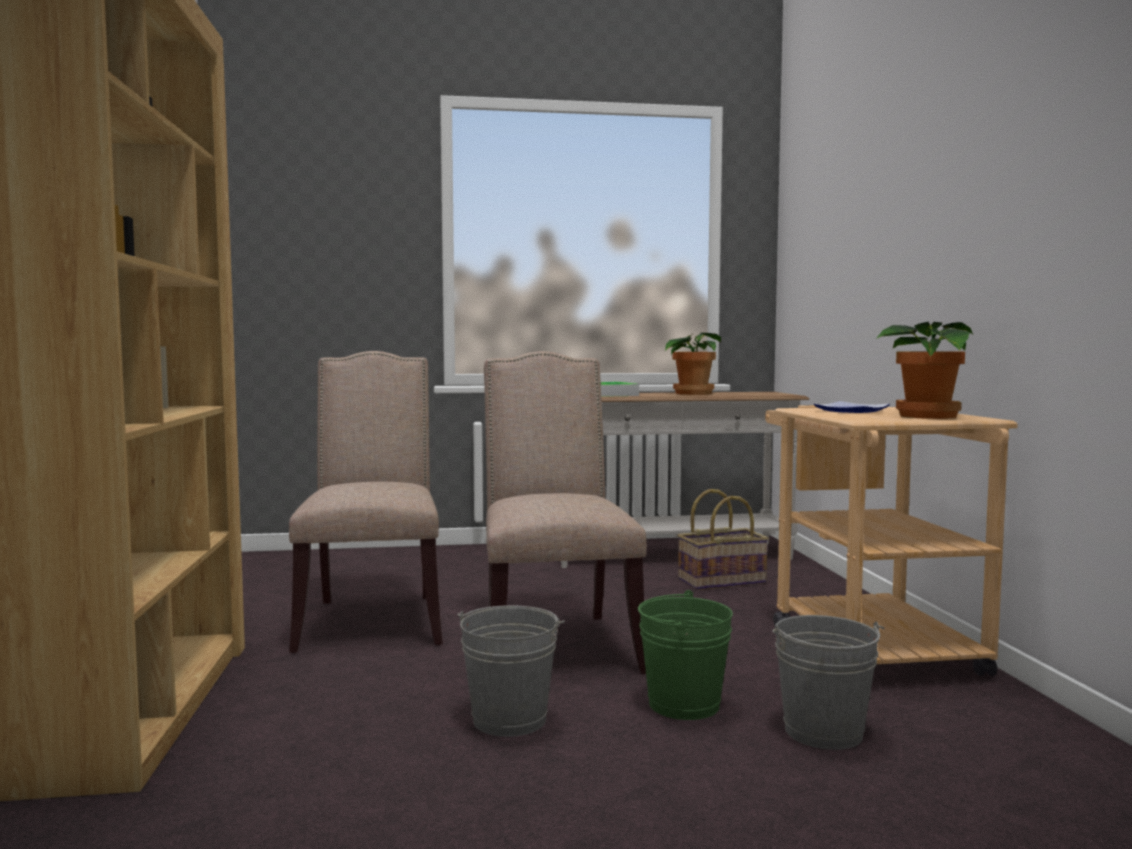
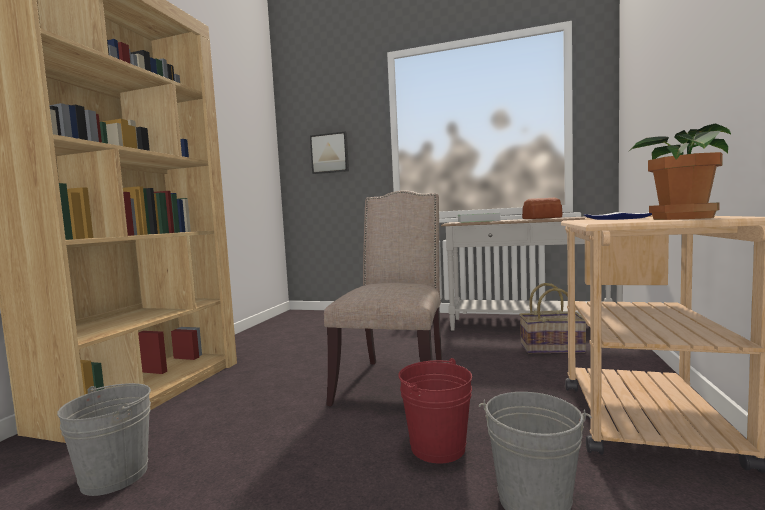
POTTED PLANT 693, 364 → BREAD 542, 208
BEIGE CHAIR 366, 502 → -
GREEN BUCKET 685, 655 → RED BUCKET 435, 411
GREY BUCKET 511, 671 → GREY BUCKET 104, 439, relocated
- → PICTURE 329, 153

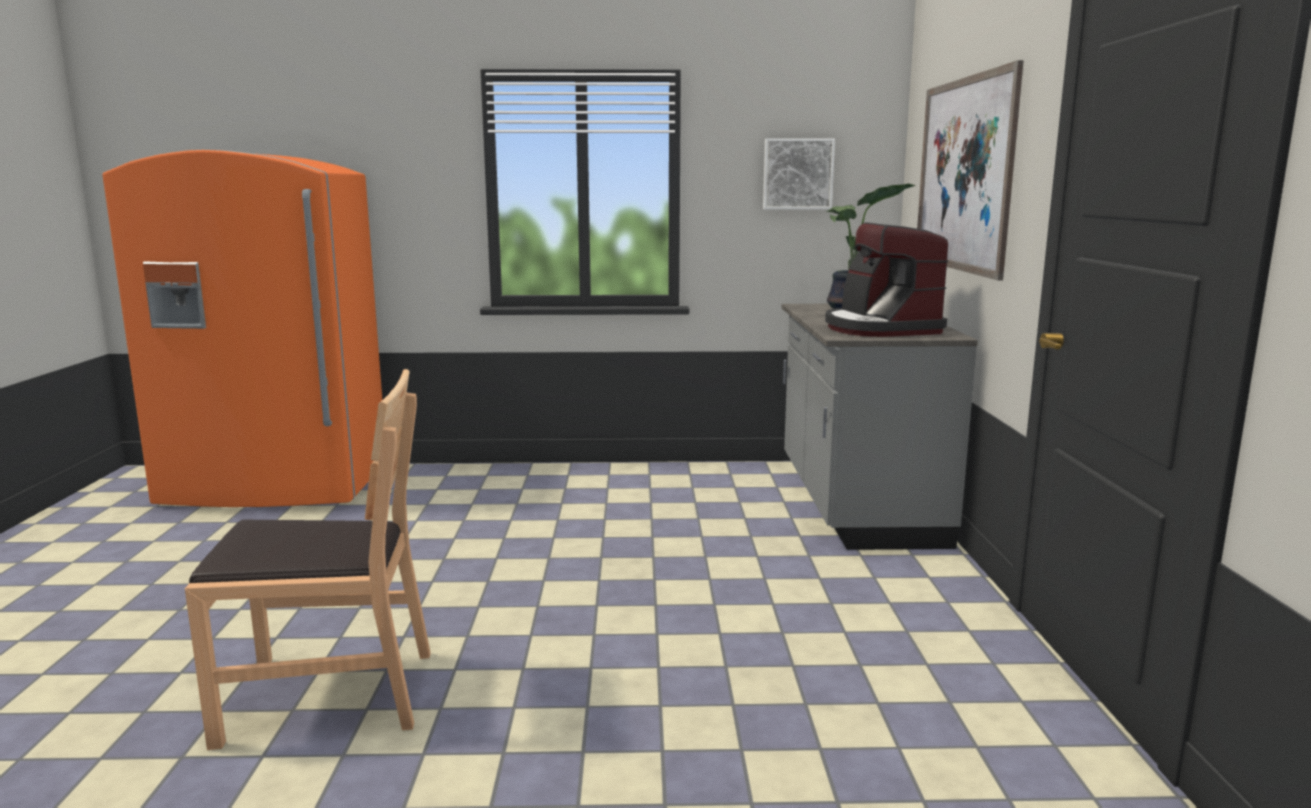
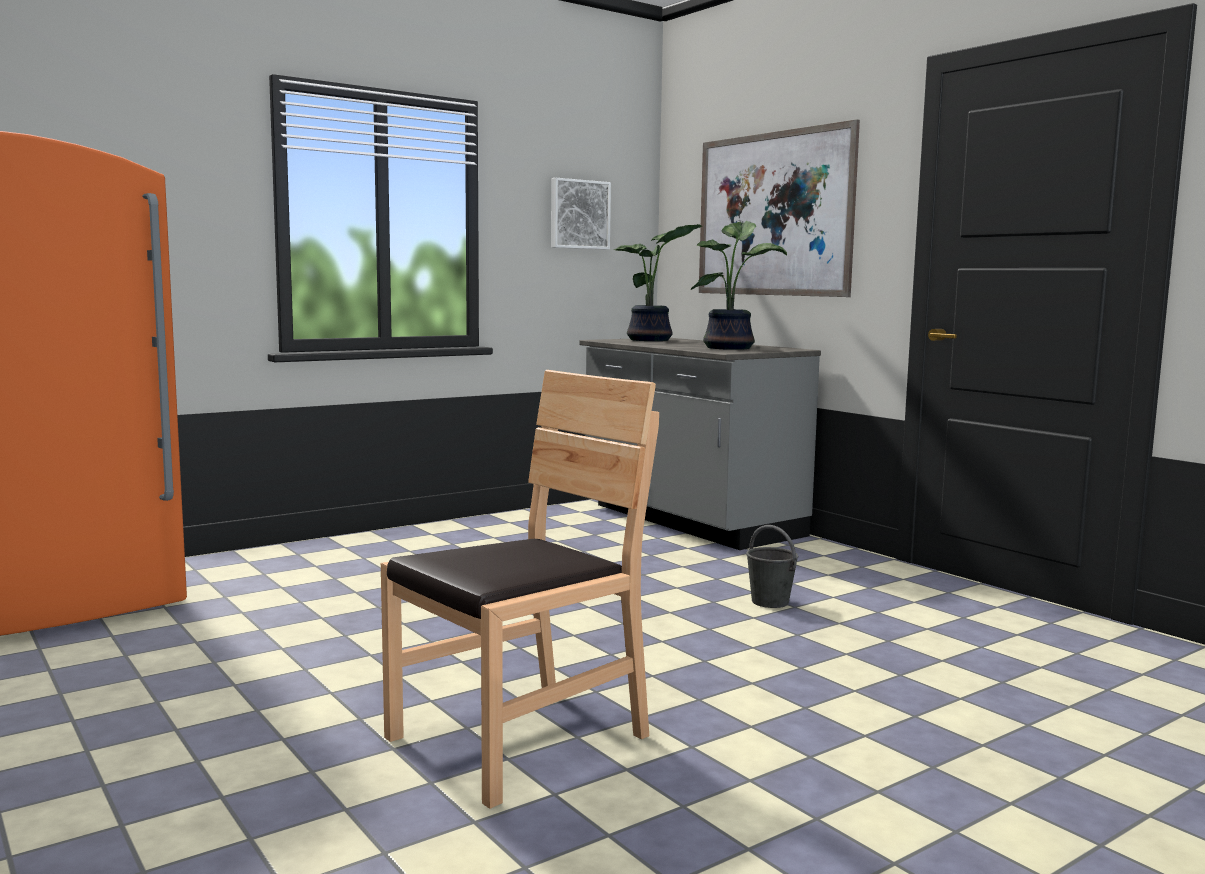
COFFEE MACHINE 886, 279 → POTTED PLANT 739, 285
- → GREY BUCKET 772, 566

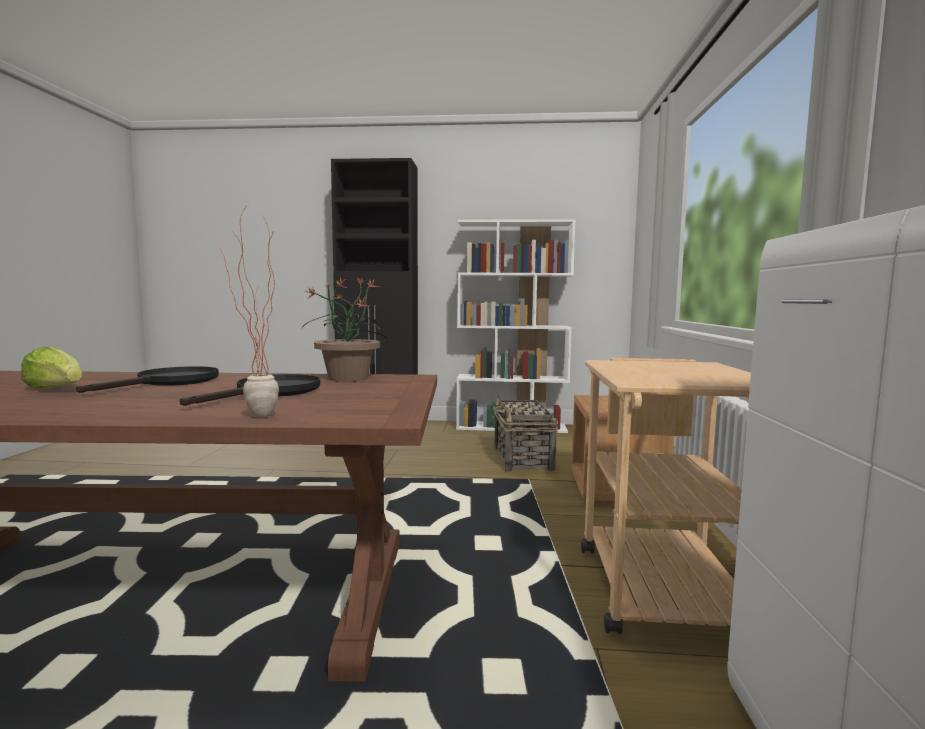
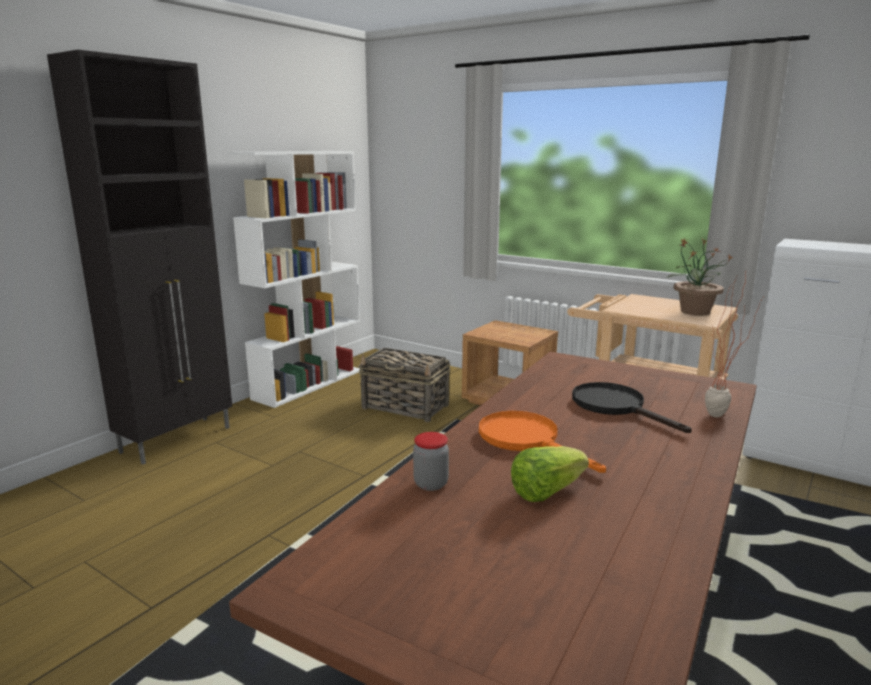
POTTED PLANT 344, 329 → POTTED PLANT 700, 276, relocated
BLACK FRYING PAN 147, 379 → ORANGE FRYING PAN 542, 442
- → JAR 431, 461

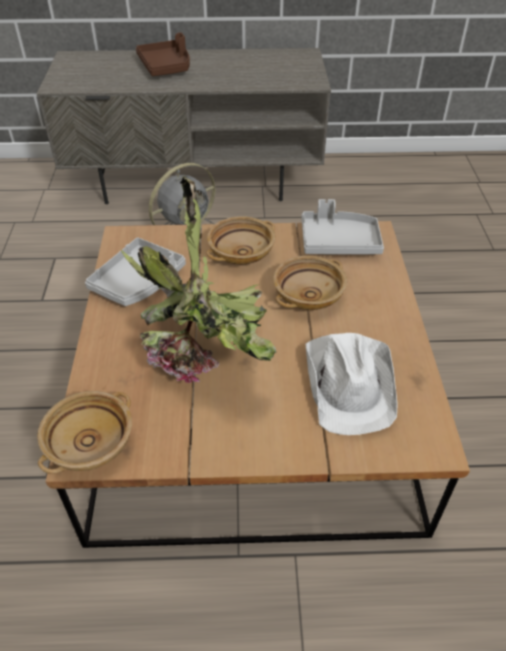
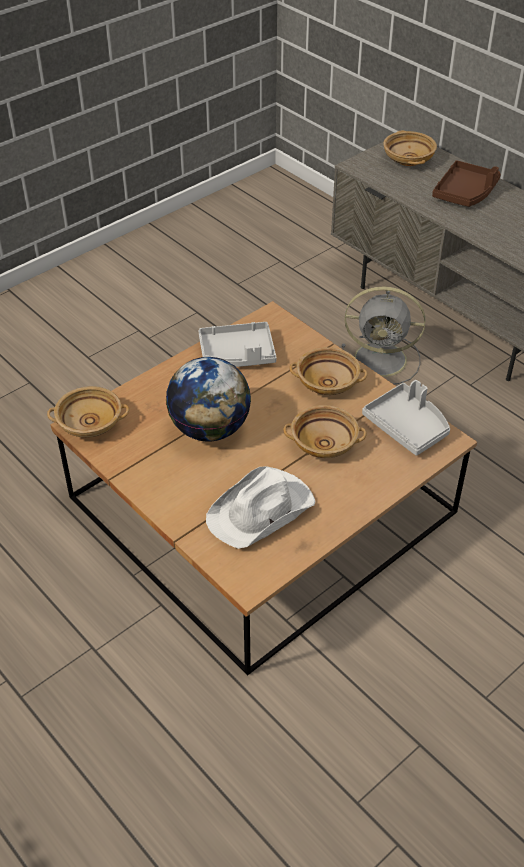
POTTED PLANT 198, 280 → GLOBE 208, 399
- → BEIGE BOWL 410, 148

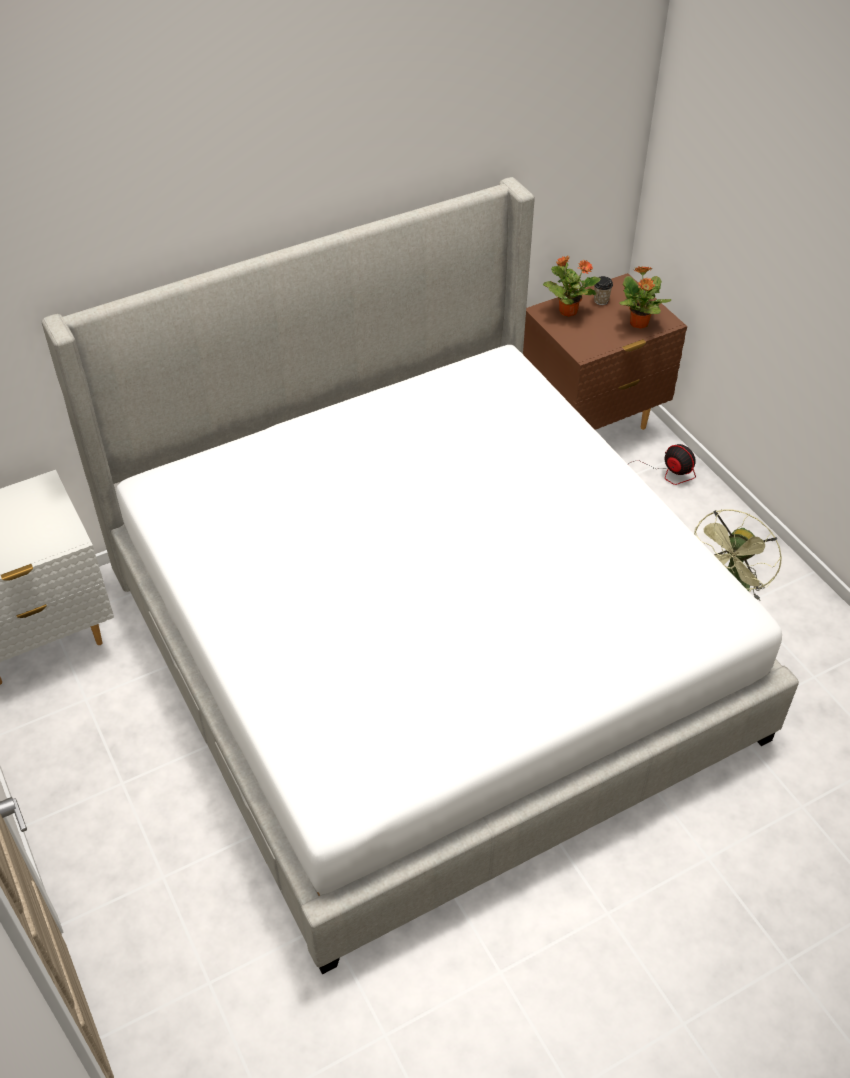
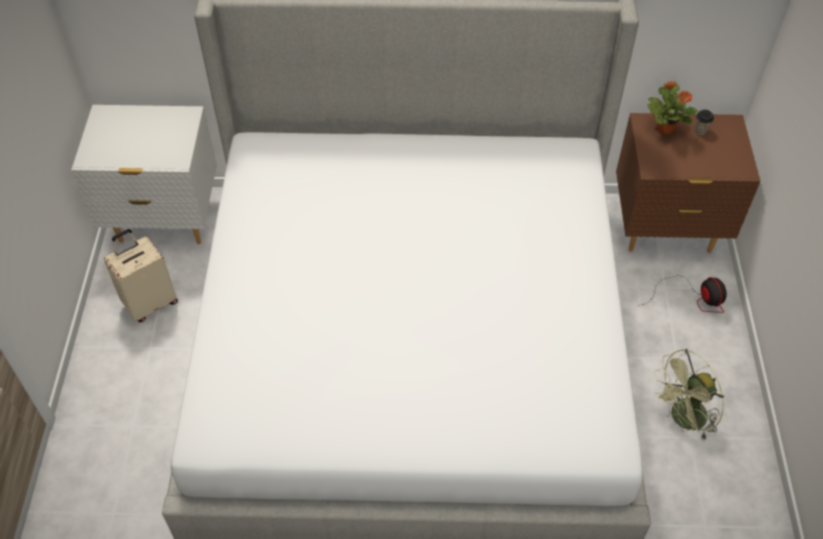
POTTED PLANT 645, 297 → -
- → BEIGE SUITCASE 141, 275

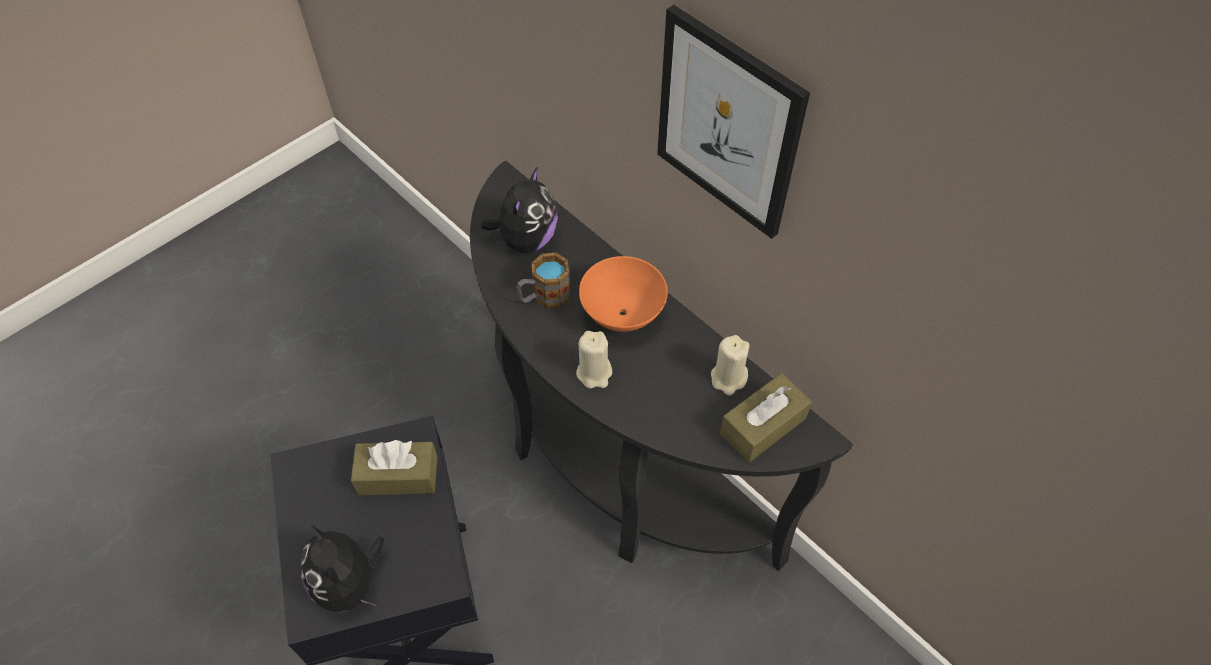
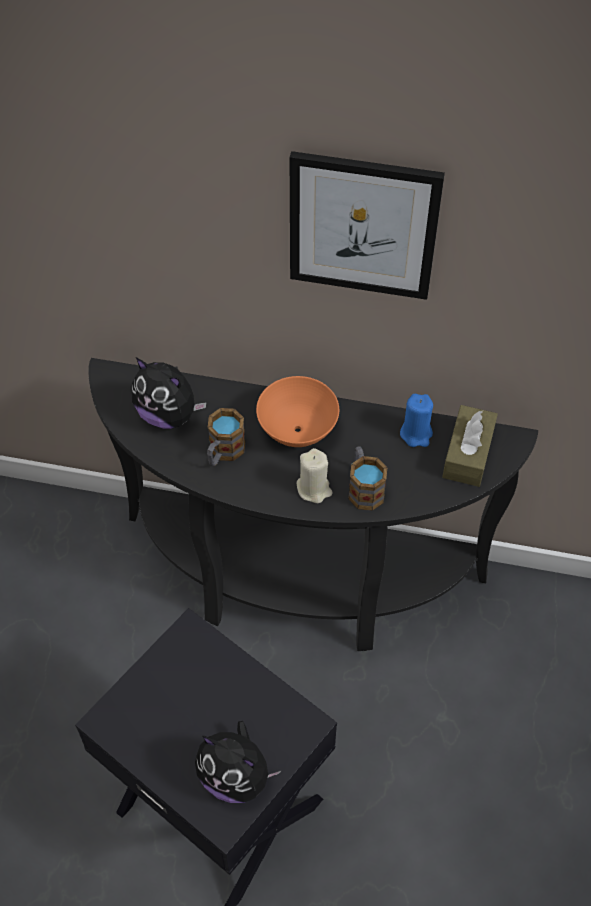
PLUSH TOY 519, 209 → PLUSH TOY 169, 393, 135 degrees clockwise
BEIGE CANDLE 730, 365 → BLUE CANDLE 416, 420
BROWN TISSUE BOX 394, 467 → -
- → MUG 367, 478

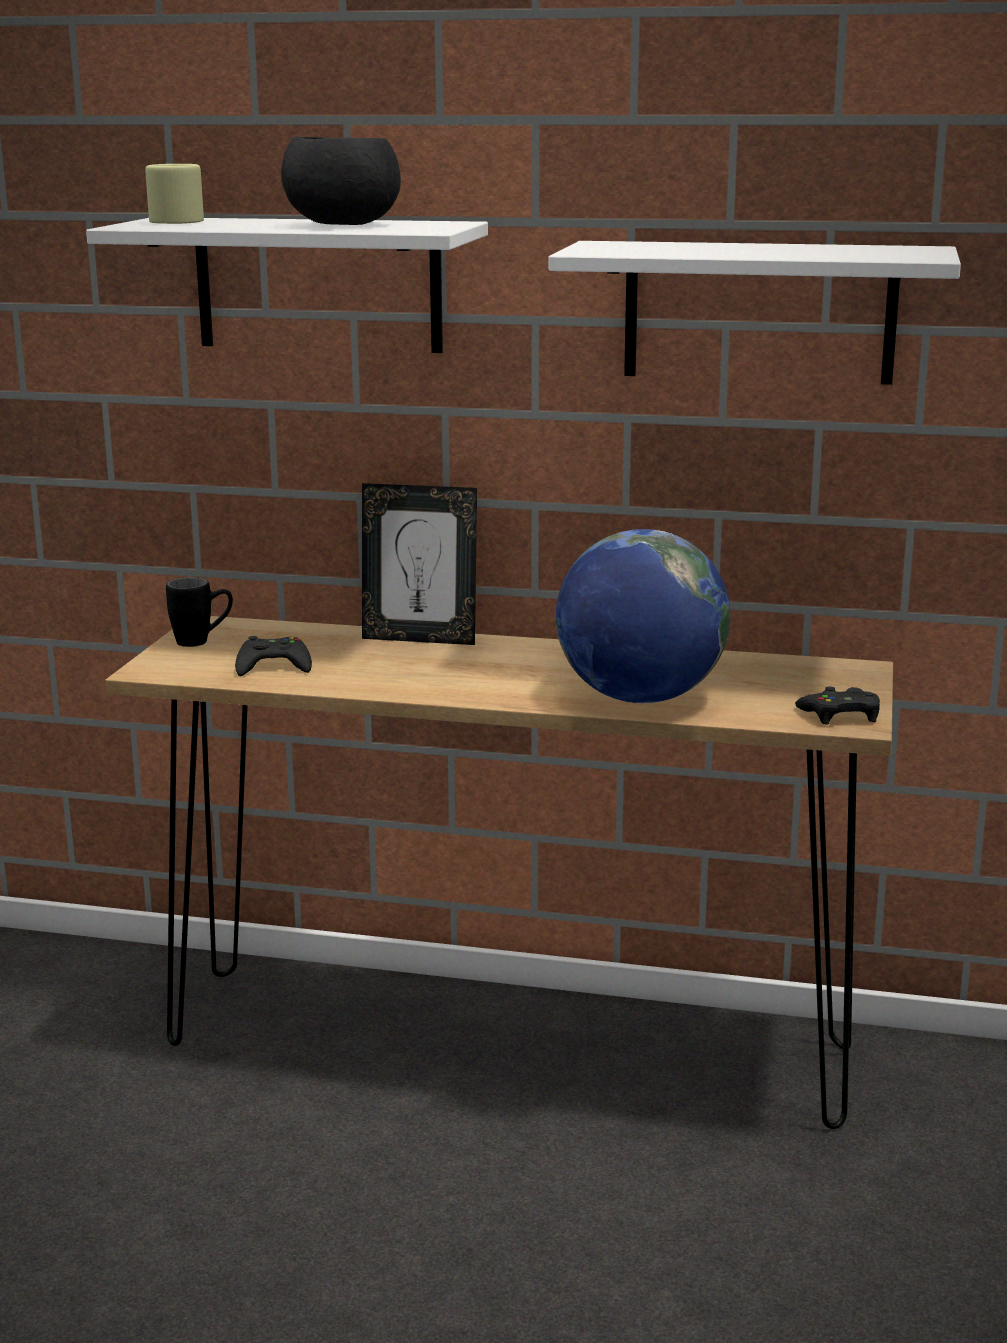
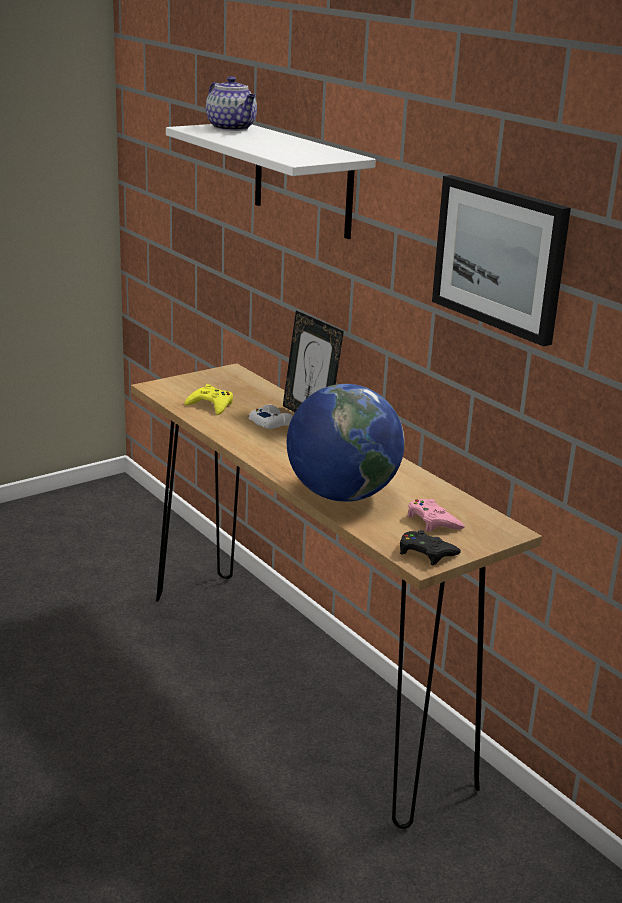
BLACK BOWL 341, 181 → -
BEIGE MUG 174, 194 → TEAPOT 231, 103
WHITE SHELF 755, 313 → PICTURE 501, 260
BLACK MUG 199, 612 → -
BLACK GAME CONTROLLER 273, 656 → YELLOW GAME CONTROLLER 209, 399
- → WHITE GAME CONTROLLER 271, 417
- → PINK GAME CONTROLLER 436, 515

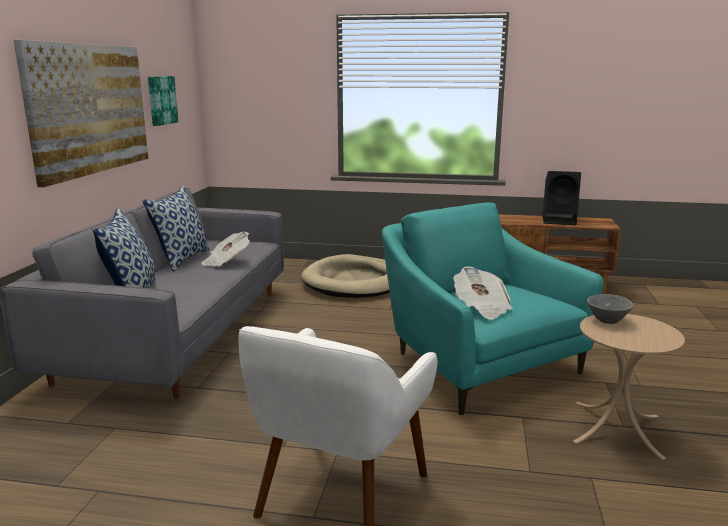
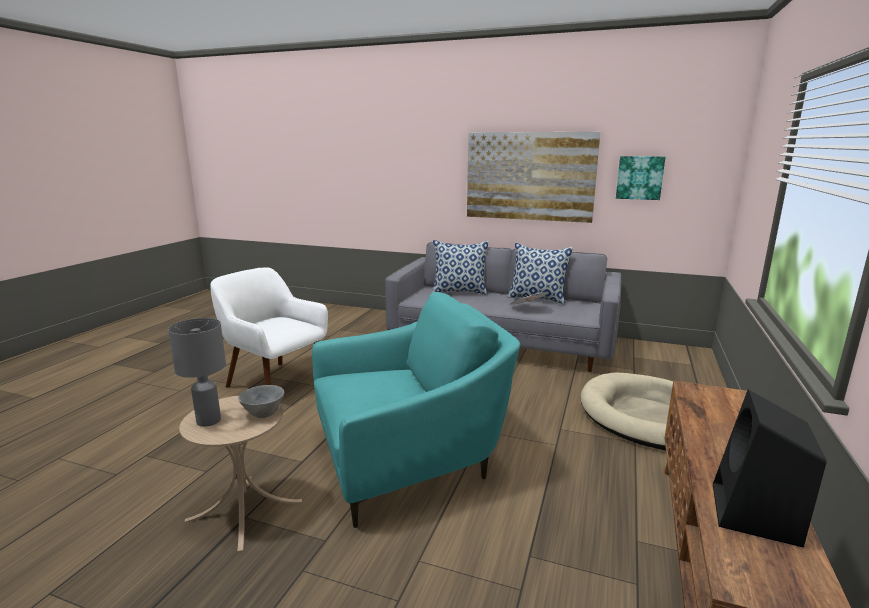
NEWSPAPER 483, 293 → -
- → GREY TABLE LAMP 197, 372

